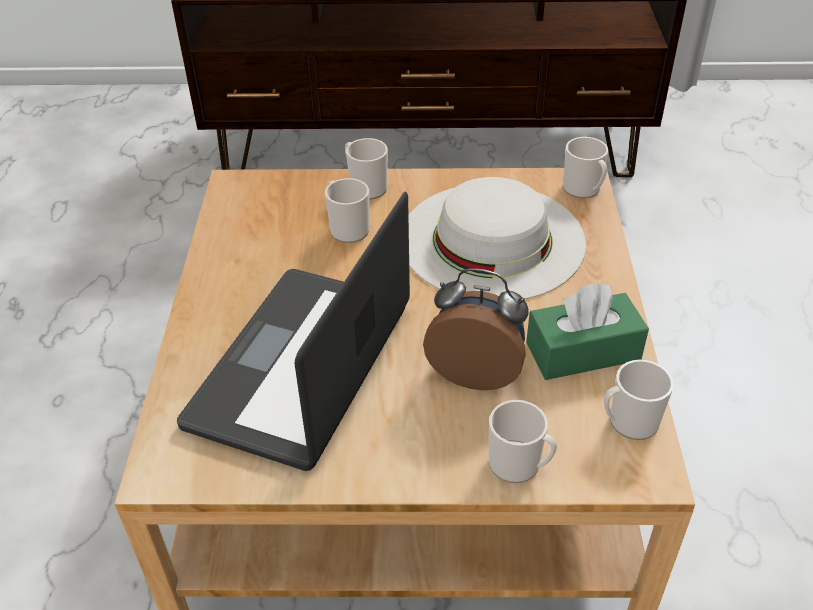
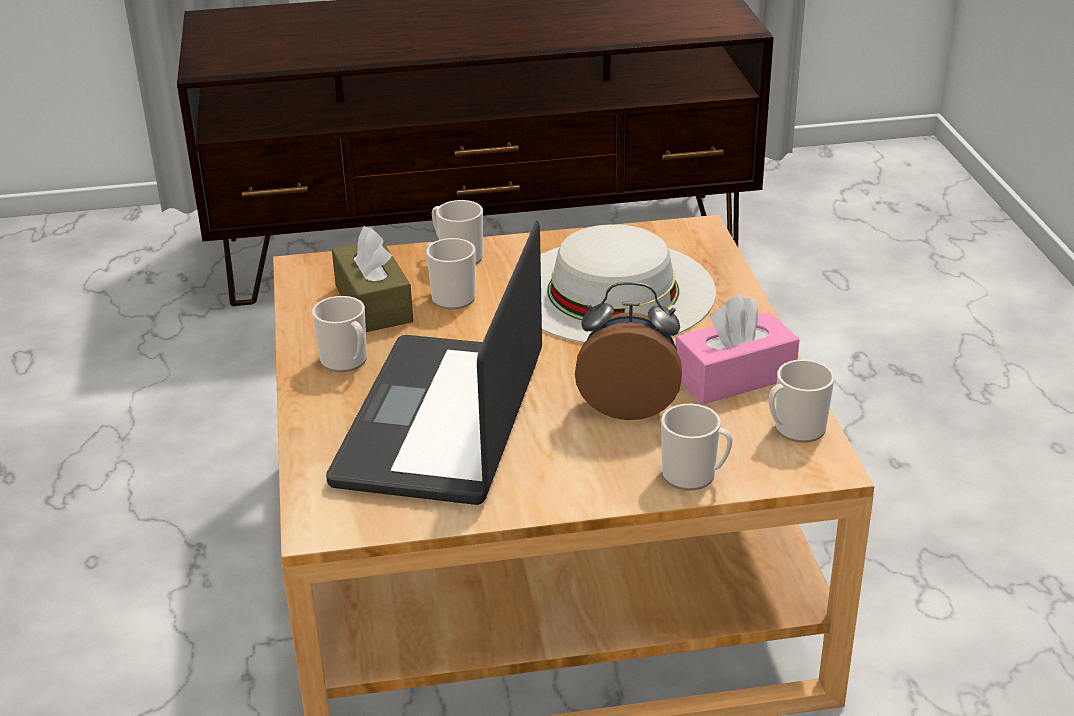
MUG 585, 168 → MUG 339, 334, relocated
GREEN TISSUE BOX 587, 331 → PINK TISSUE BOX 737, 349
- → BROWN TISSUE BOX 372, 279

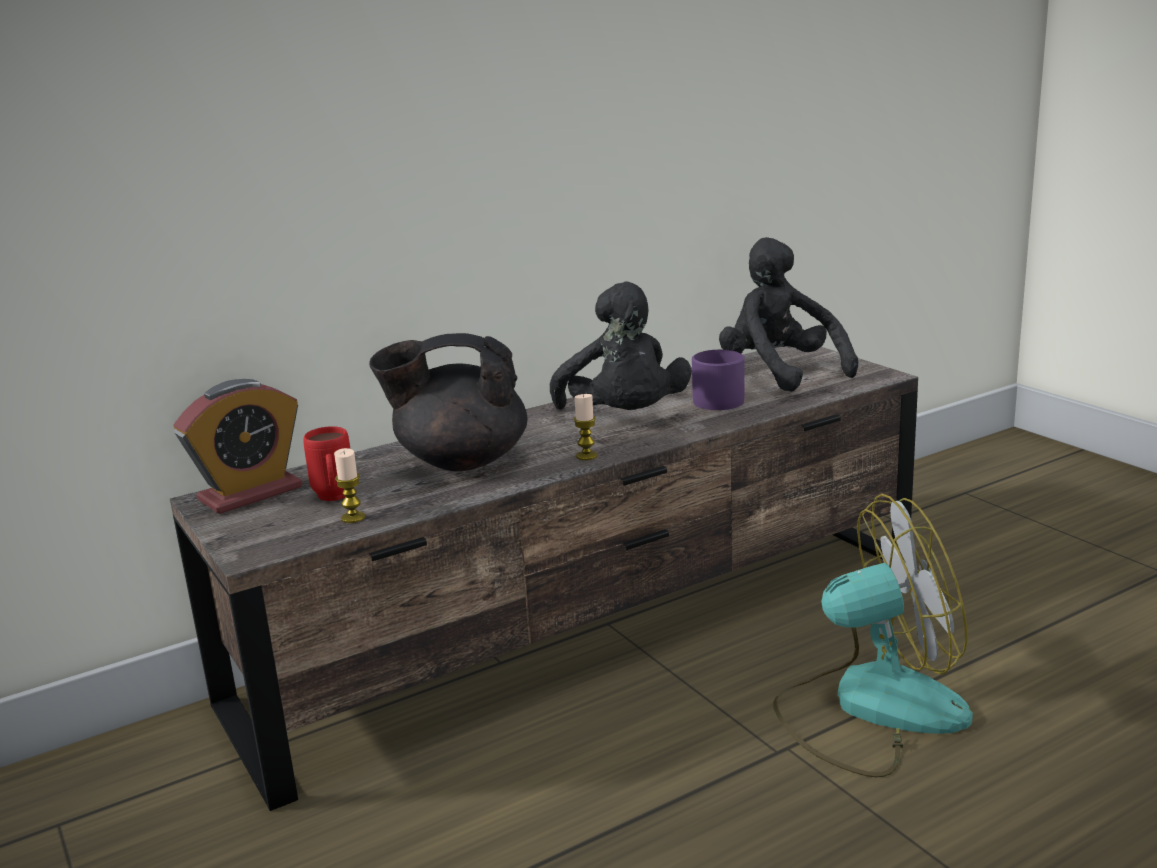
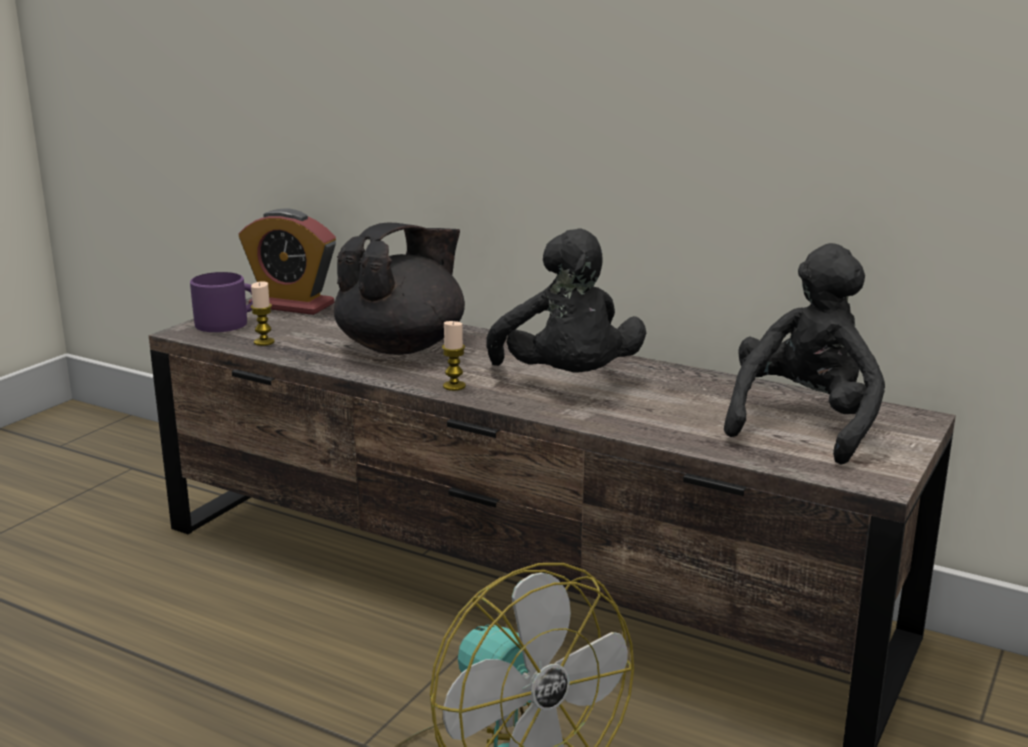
BLACK PLUSH TOY 621, 346 → BLACK PLUSH TOY 566, 300, 60 degrees counterclockwise
BLACK TEAPOT 448, 402 → BLACK TEAPOT 399, 289, 75 degrees clockwise
PURPLE MUG 718, 380 → PURPLE MUG 221, 302, relocated
RED MUG 326, 463 → -

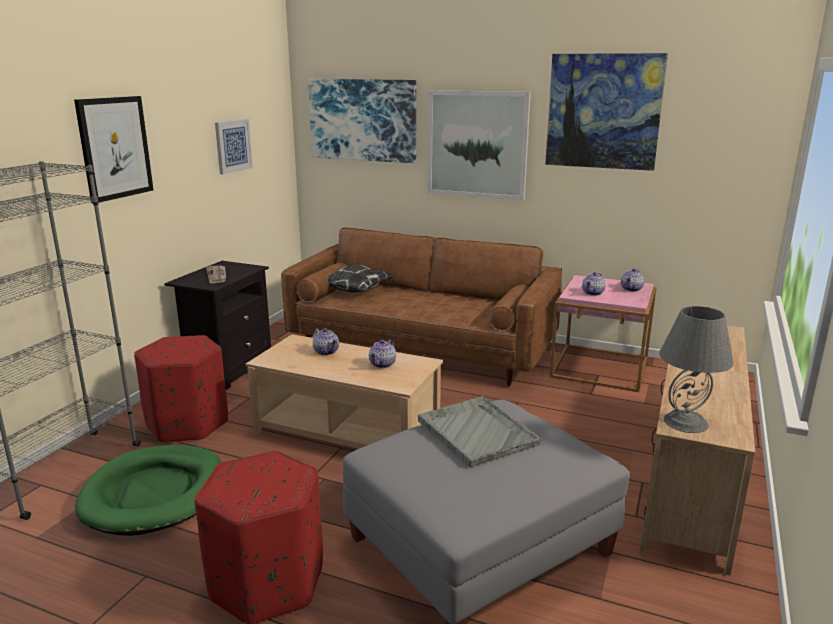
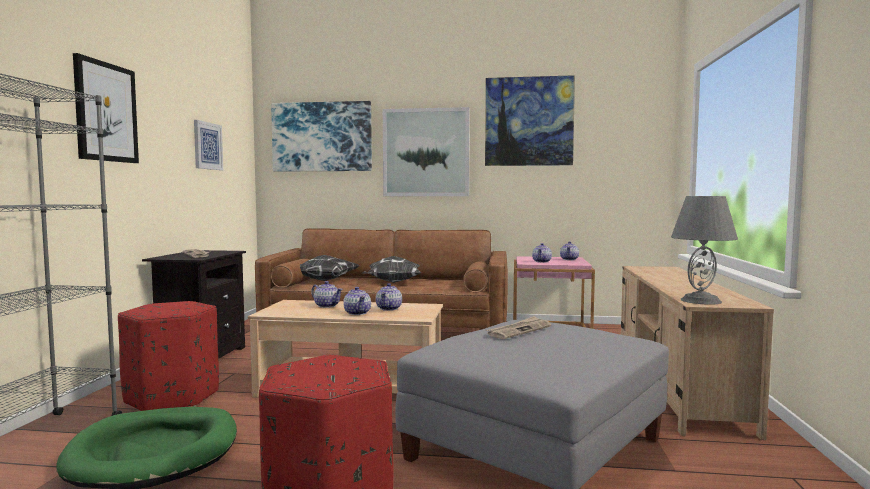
GREY TRAY 479, 431 → NEWSPAPER 518, 327
- → PILLOW 391, 269
- → TEAPOT 357, 301

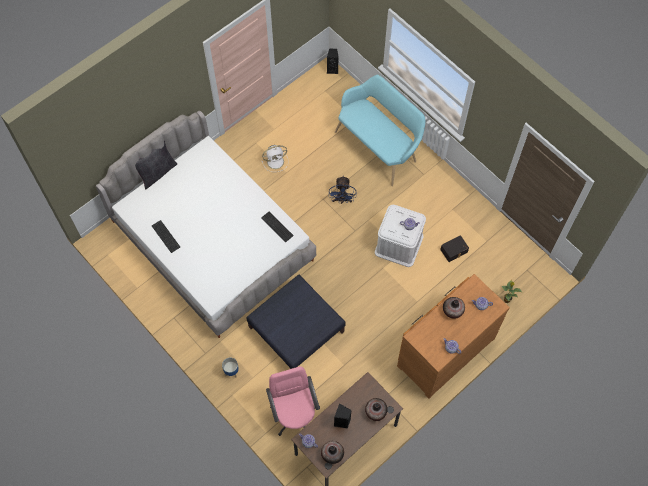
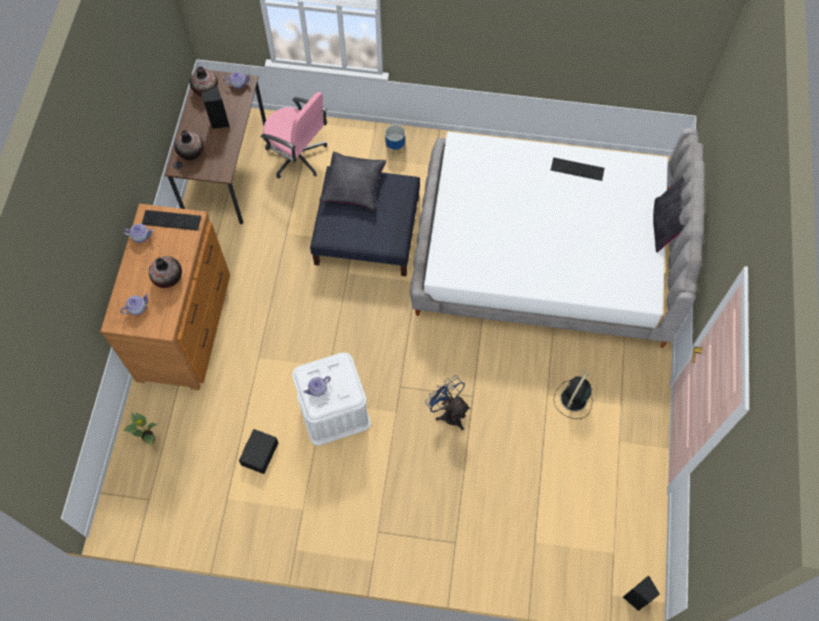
TURQUOISE BENCH 380, 130 → -
WHITE FAN 275, 158 → BLACK FAN 573, 395
KEYBOARD 277, 227 → KEYBOARD 171, 220, relocated
- → BLACK PILLOW 352, 180

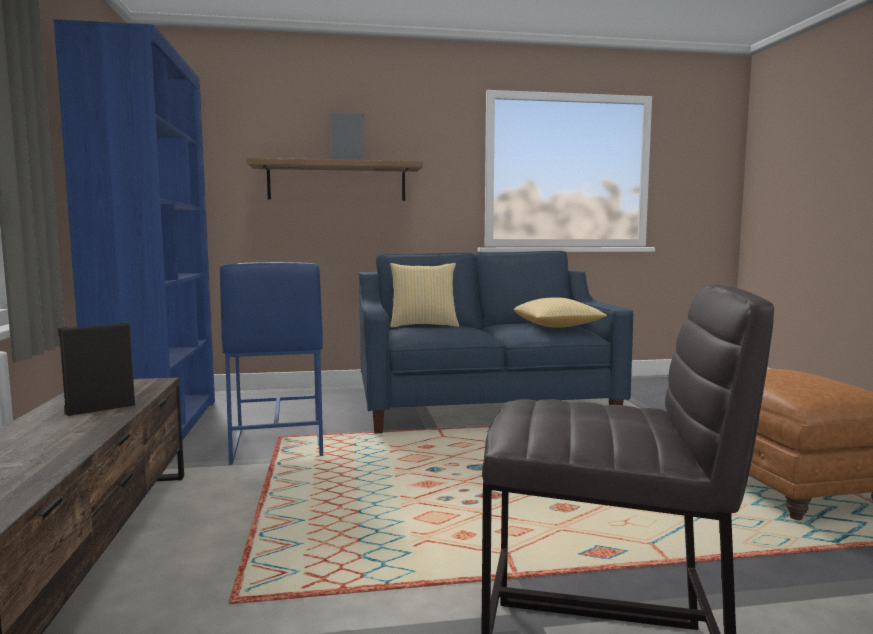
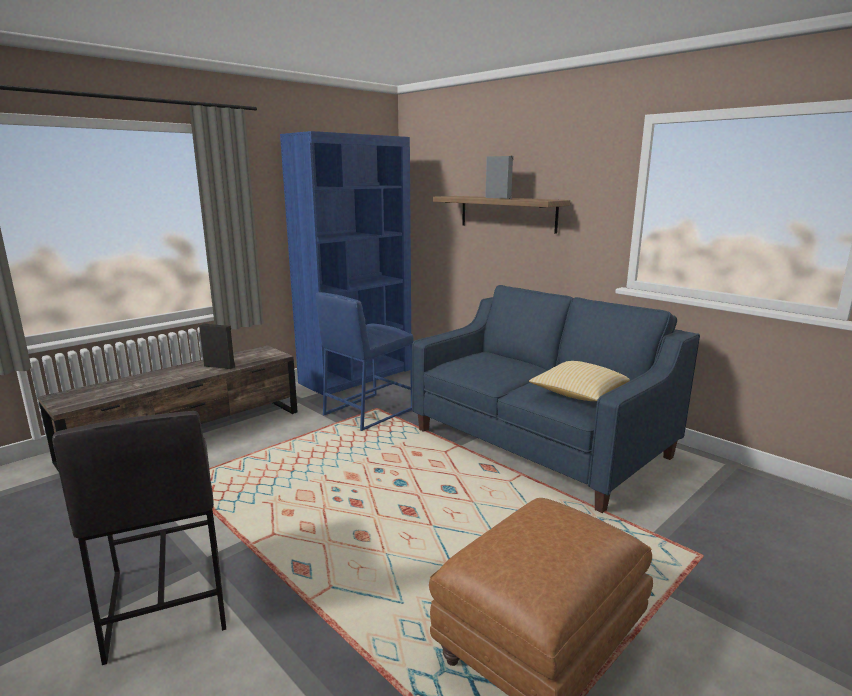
PILLOW 424, 295 → -

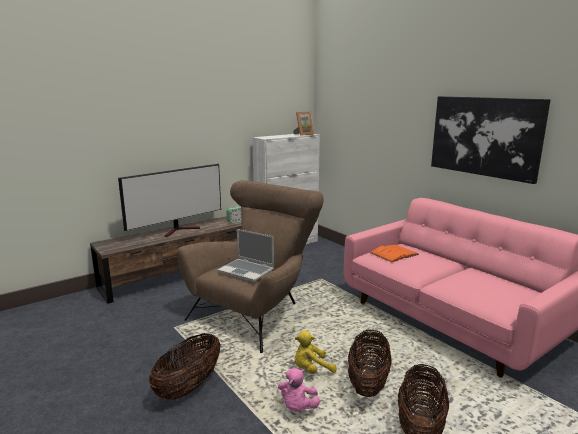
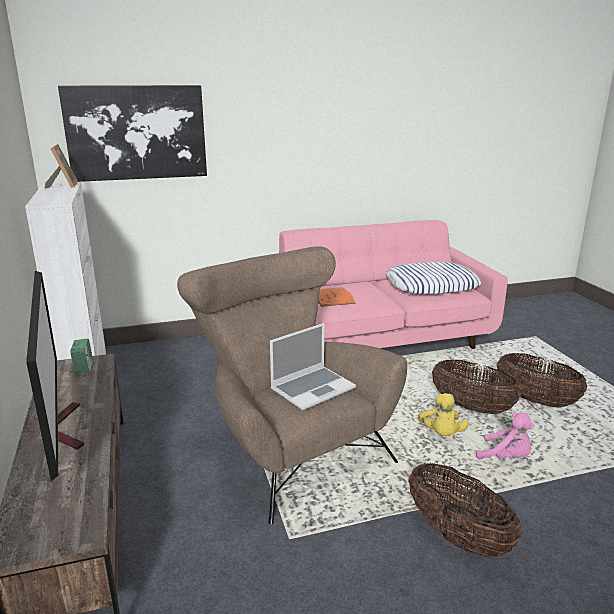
PICTURE 490, 140 → PICTURE 132, 133, relocated
- → PILLOW 434, 278

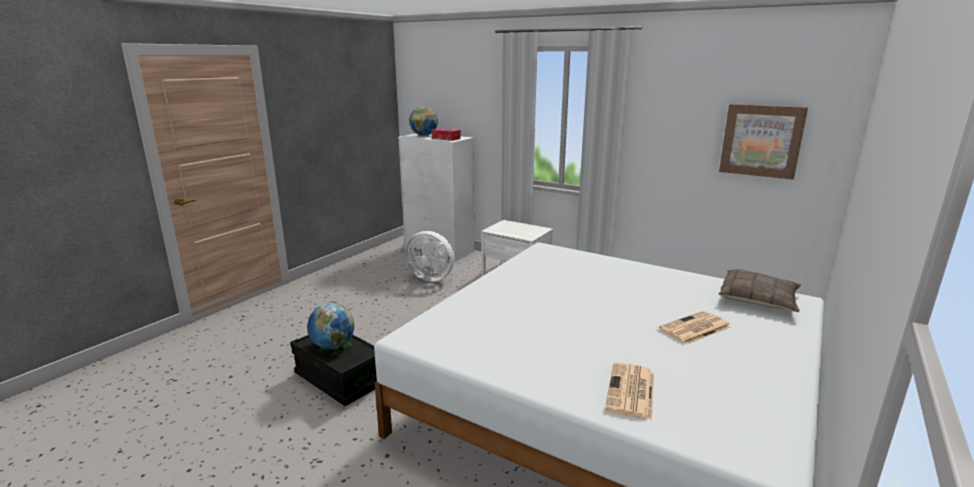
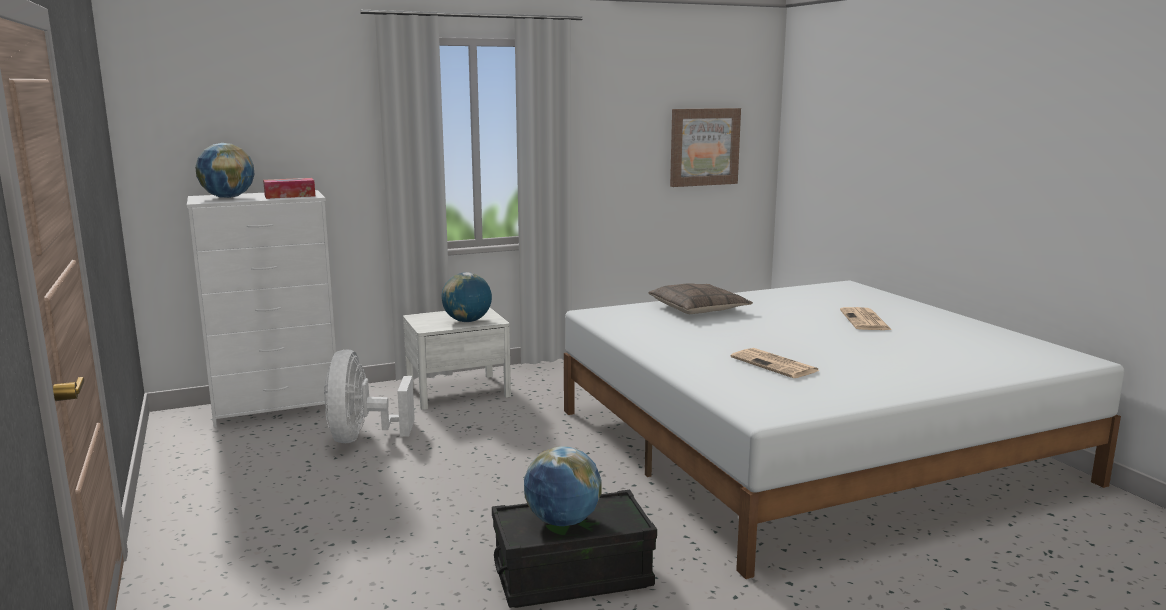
WHITE FAN 429, 256 → WHITE FAN 369, 396, 120 degrees clockwise
PILLOW 760, 290 → PILLOW 700, 298, relocated
NEWSPAPER 629, 391 → NEWSPAPER 775, 363, relocated
- → GLOBE 467, 297

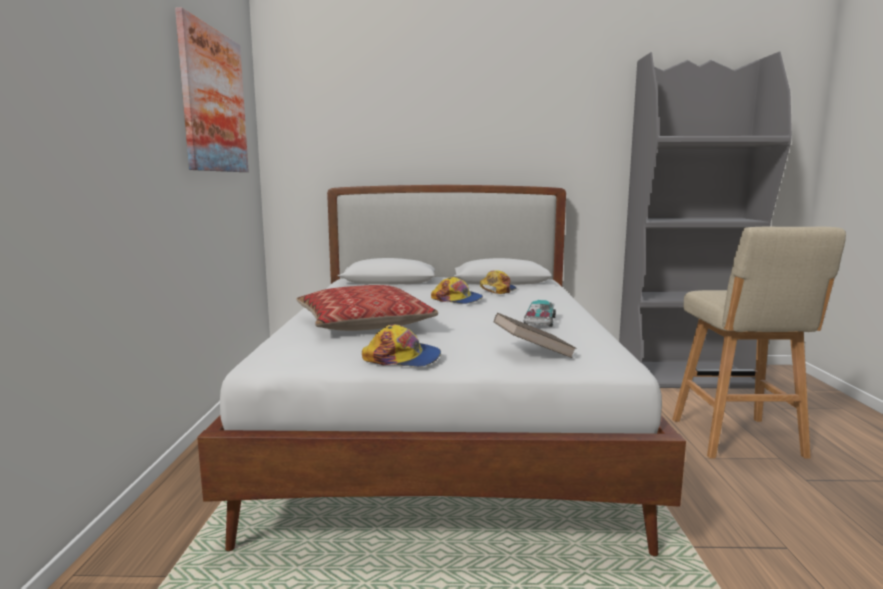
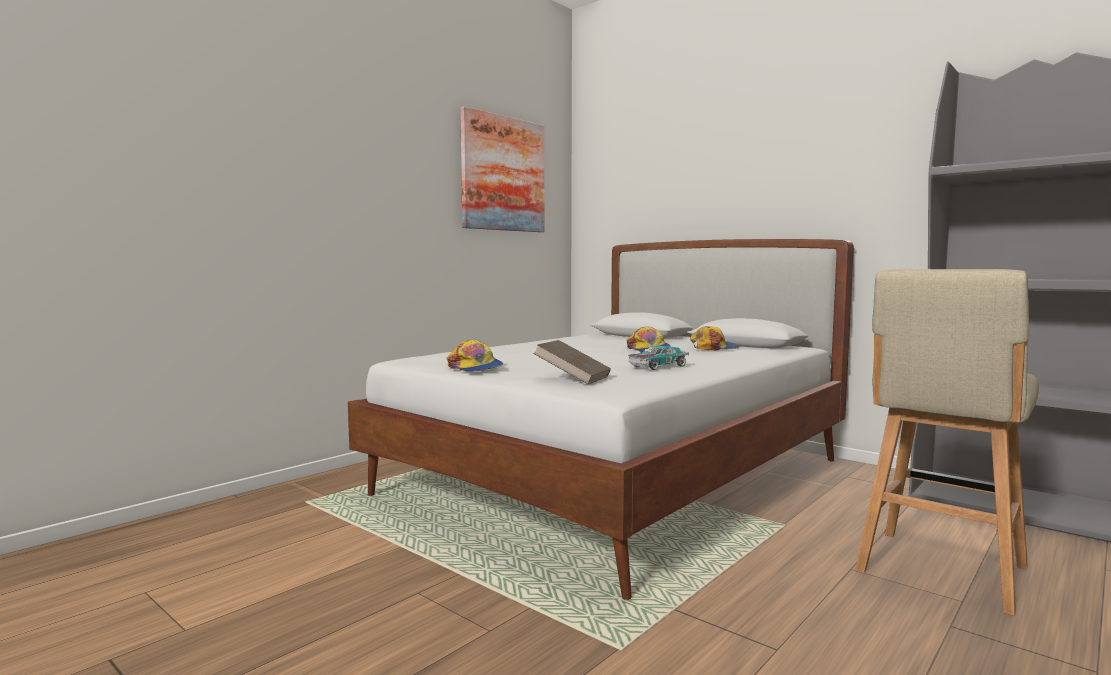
PILLOW 367, 308 → -

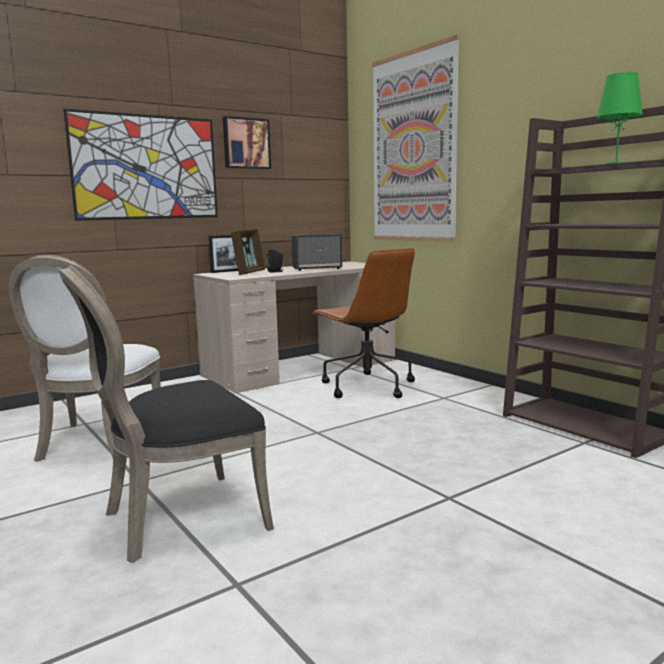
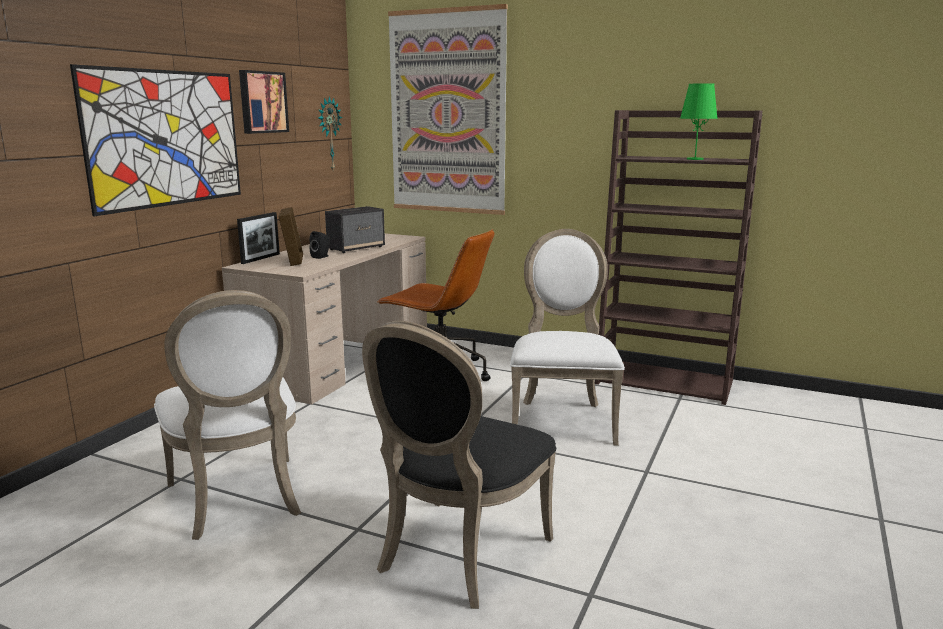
- → WALL CLOCK 330, 133
- → WHITE CHAIR 567, 337

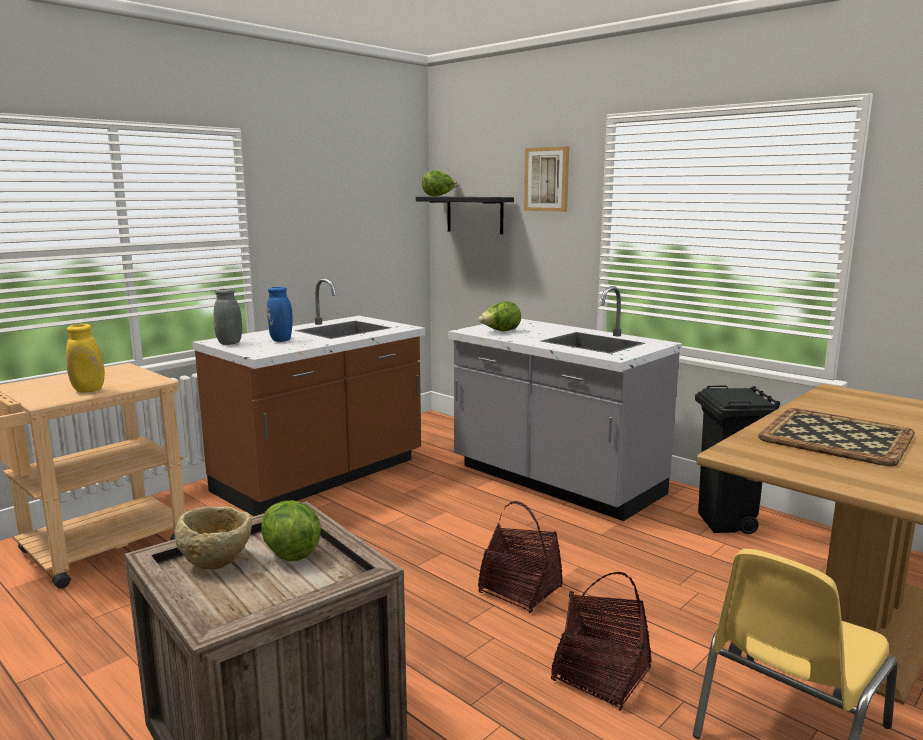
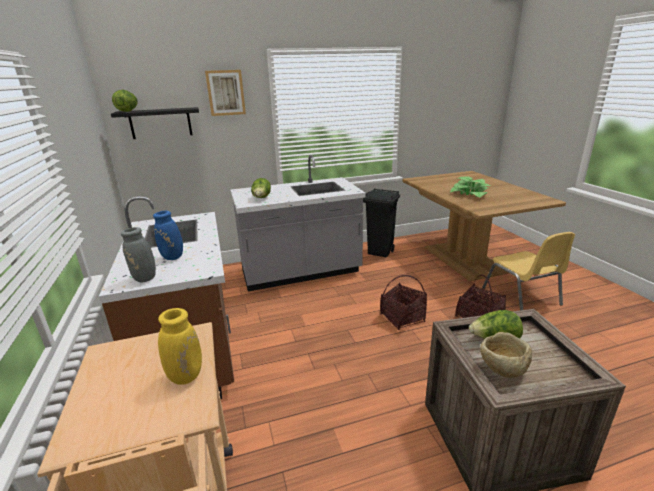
TRAY 836, 437 → POTTED PLANT 470, 186

